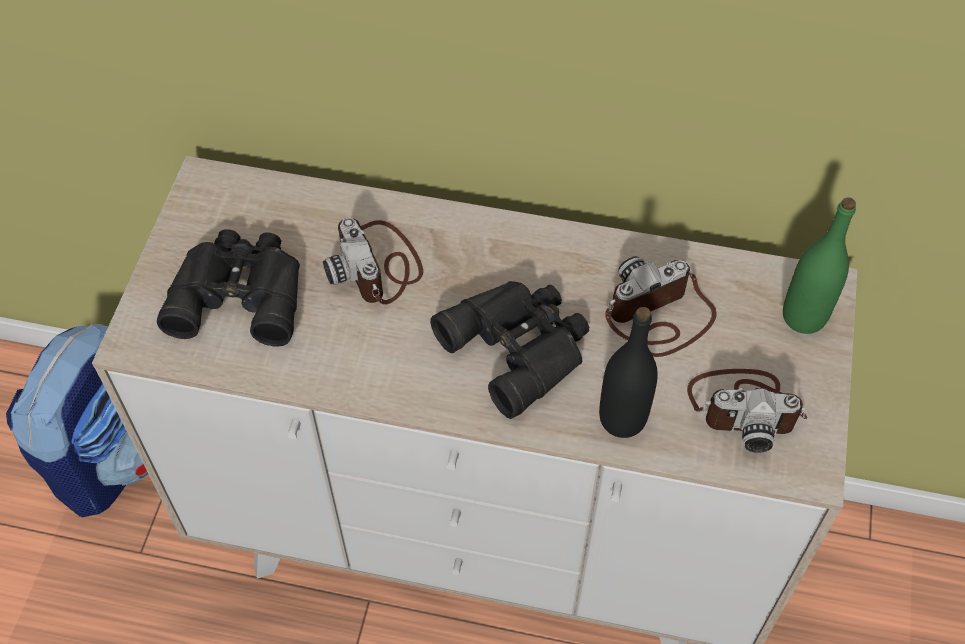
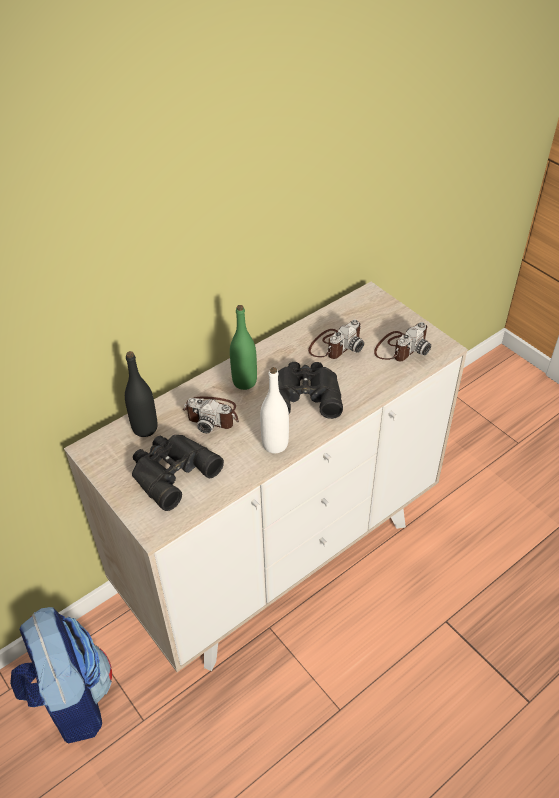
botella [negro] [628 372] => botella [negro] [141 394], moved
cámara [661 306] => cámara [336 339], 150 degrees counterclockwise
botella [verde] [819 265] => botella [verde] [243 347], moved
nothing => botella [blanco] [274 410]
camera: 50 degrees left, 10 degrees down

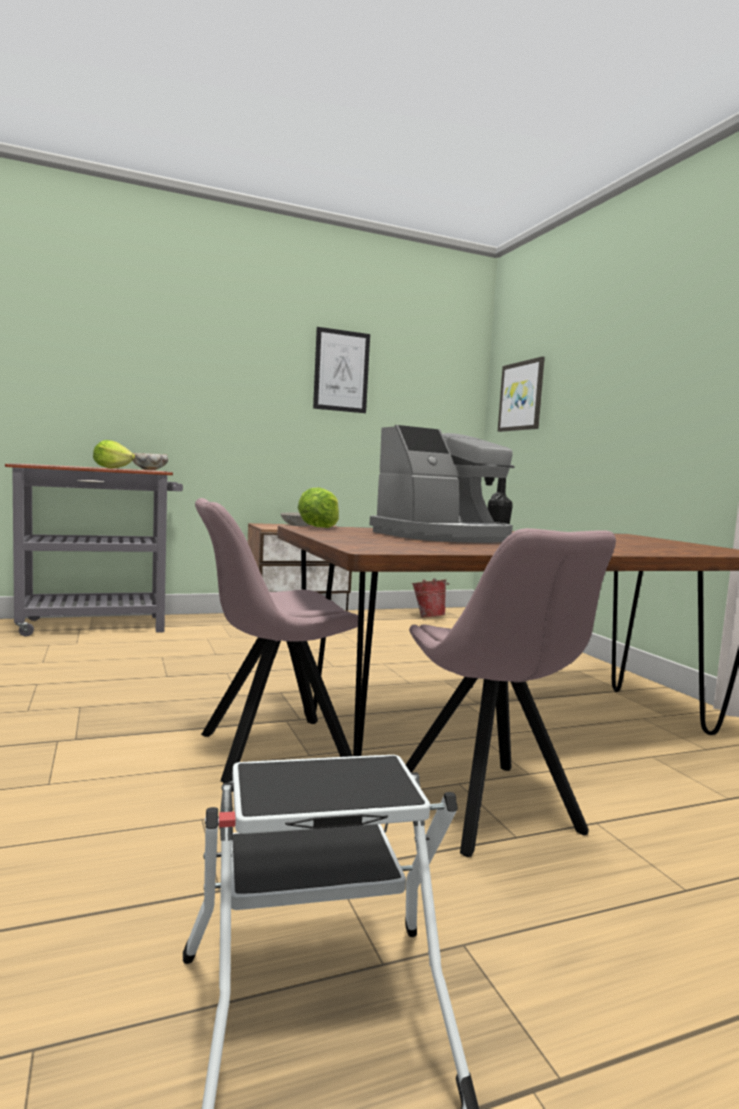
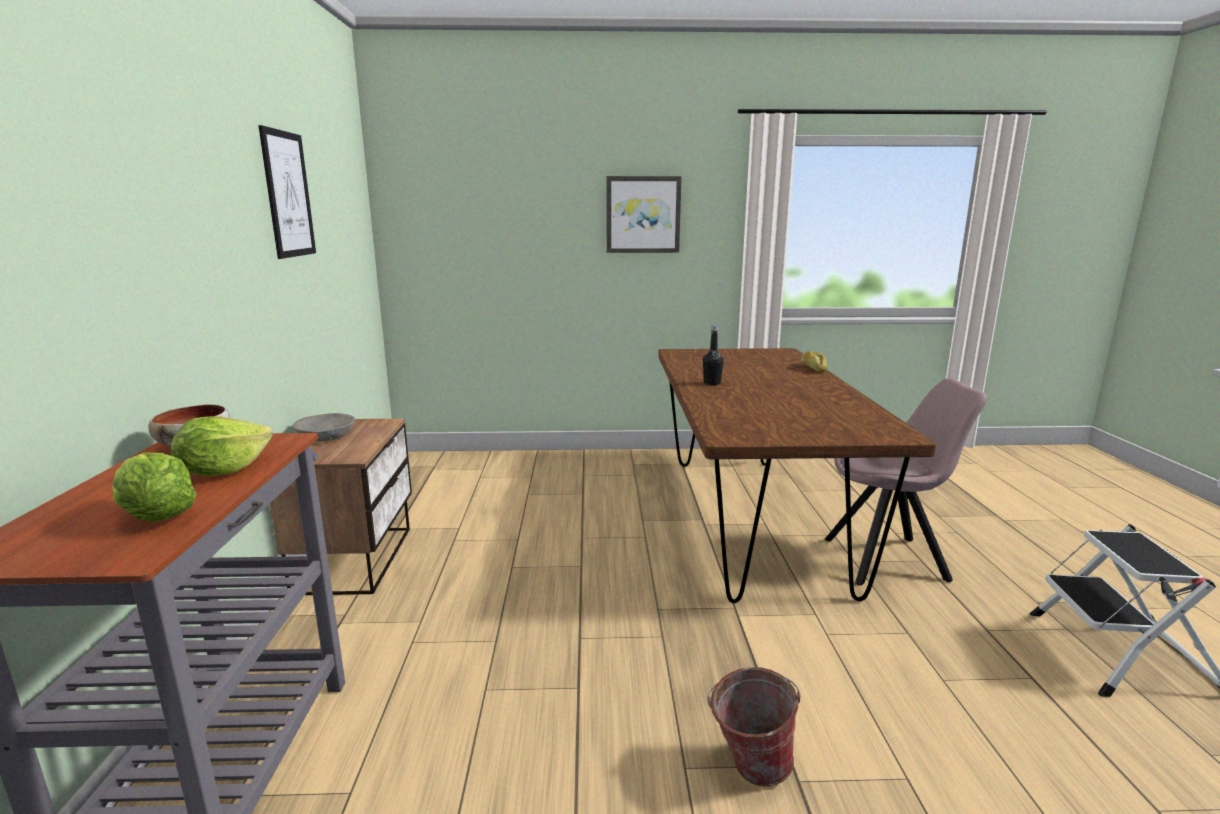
silla [rosa] [276 640] => nothing
lechuga [318 508] => lechuga [154 487], moved
cafetera [442 484] => nothing
cubo [430 598] => cubo [754 727], moved
cuadro [521 394] => cuadro [644 214], moved
nothing => pan [814 362]
camera: 70 degrees left, 10 degrees up

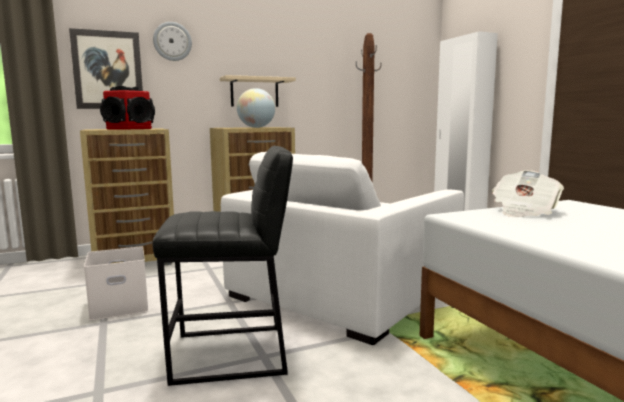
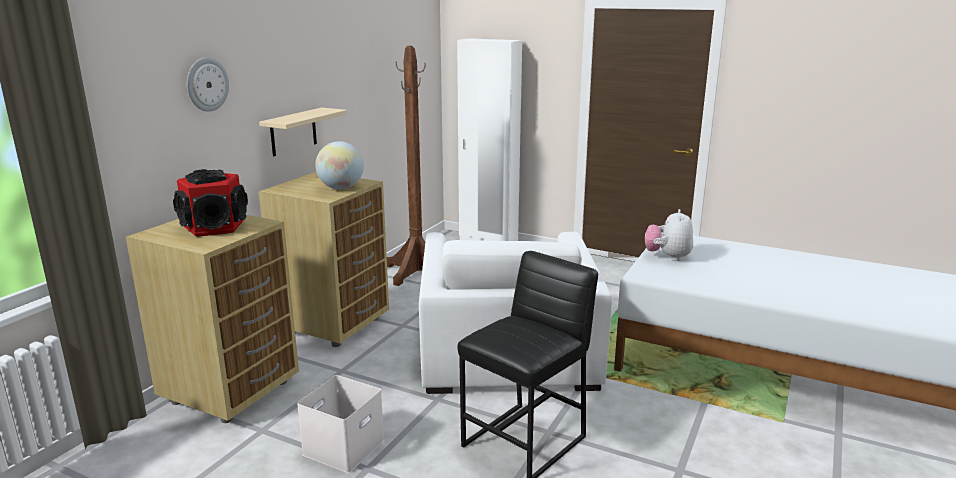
cuadro [106 68] => nothing
periódico [528 193] => peluche [669 235]
camera: 40 degrees left, 10 degrees up

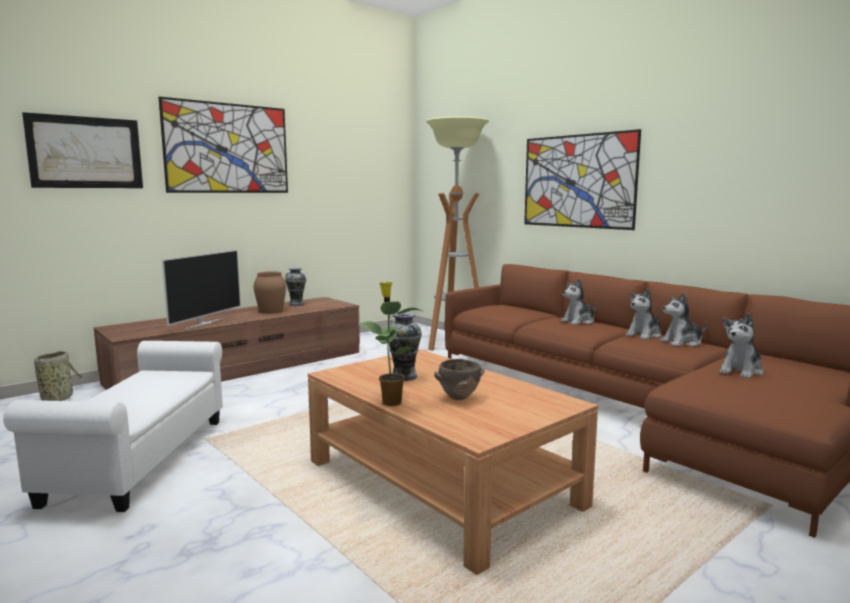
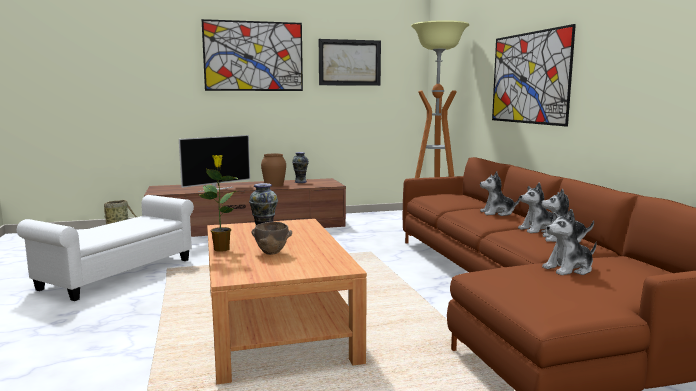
cuadro [82 150] => cuadro [350 62], moved
camera: 25 degrees right, 0 degrees up

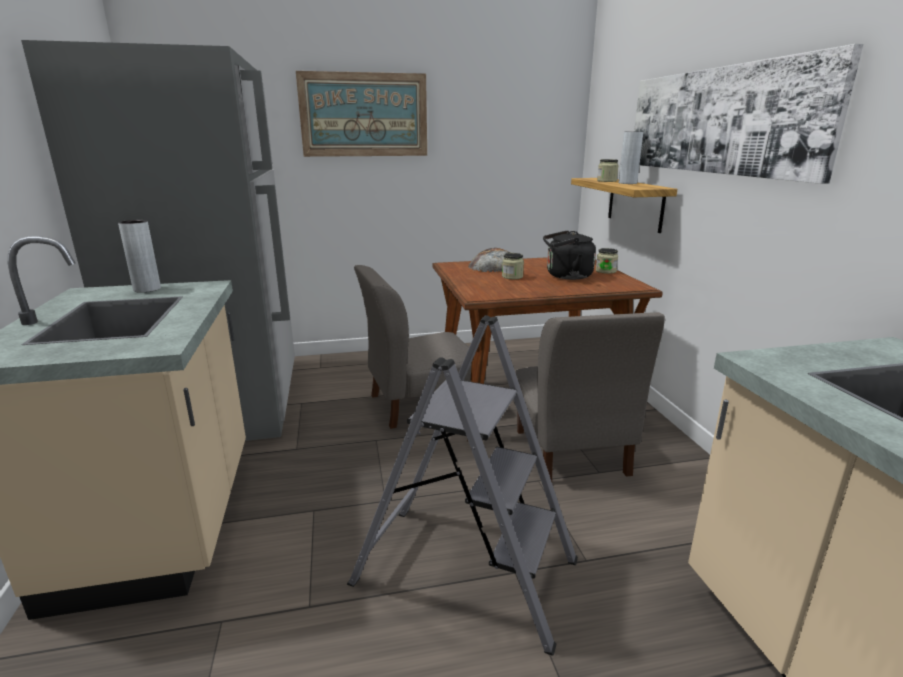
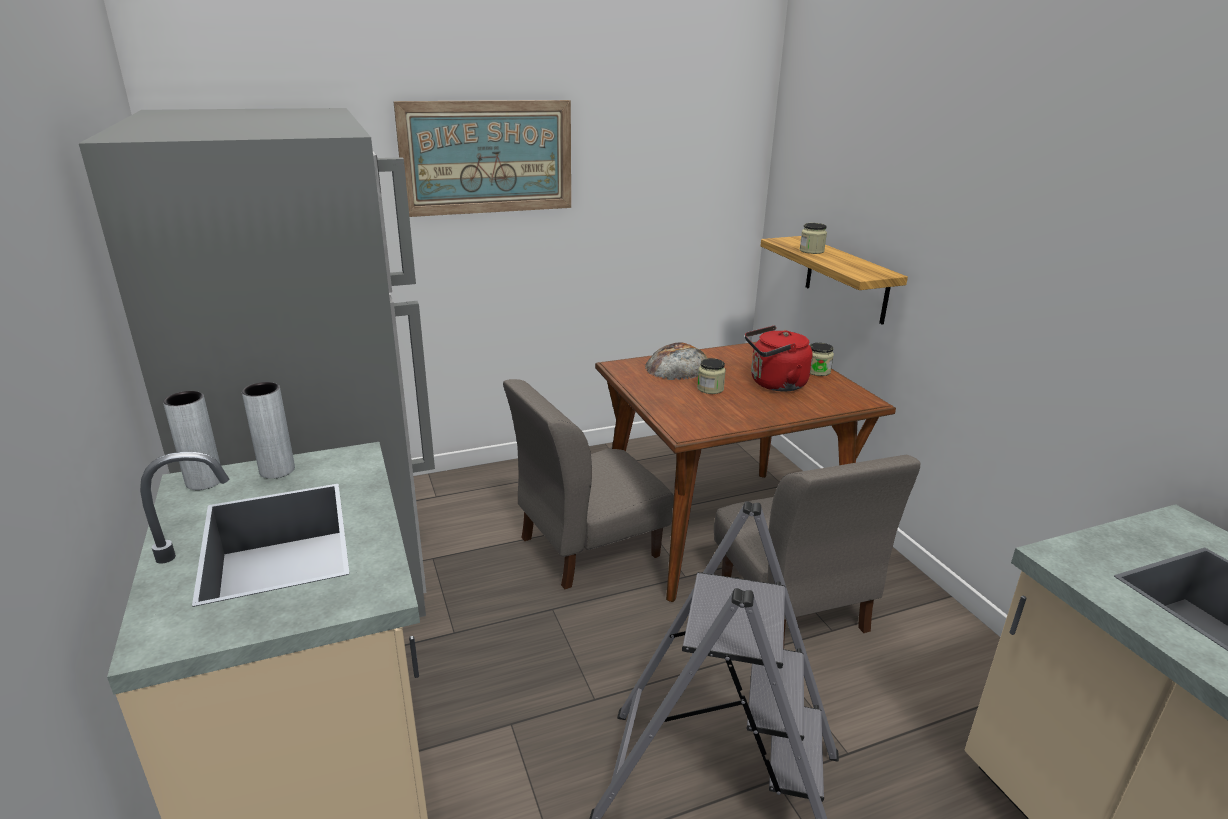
hervidor [negro] [569 255] => hervidor [rojo] [779 358]
florero [gris] [631 157] => florero [gris] [191 440], moved
cuadro [749 114] => nothing
camera: 10 degrees left, 5 degrees up

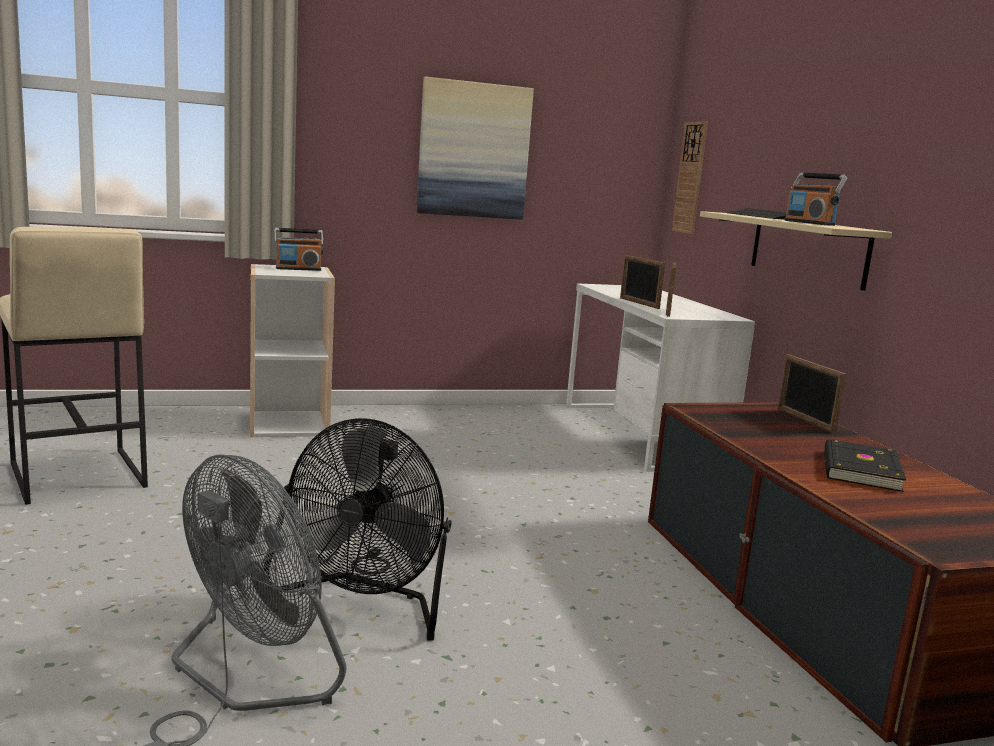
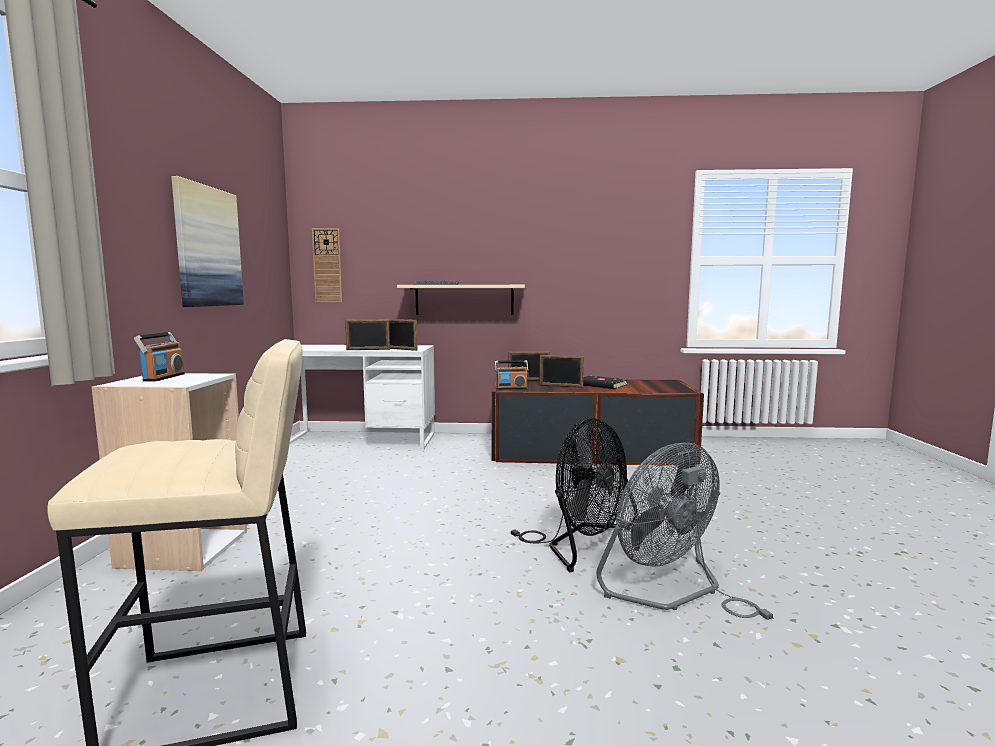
radio [816 199] => radio [512 375], moved
nothing => portarretratos [561 371]
camera: 70 degrees left, 5 degrees down

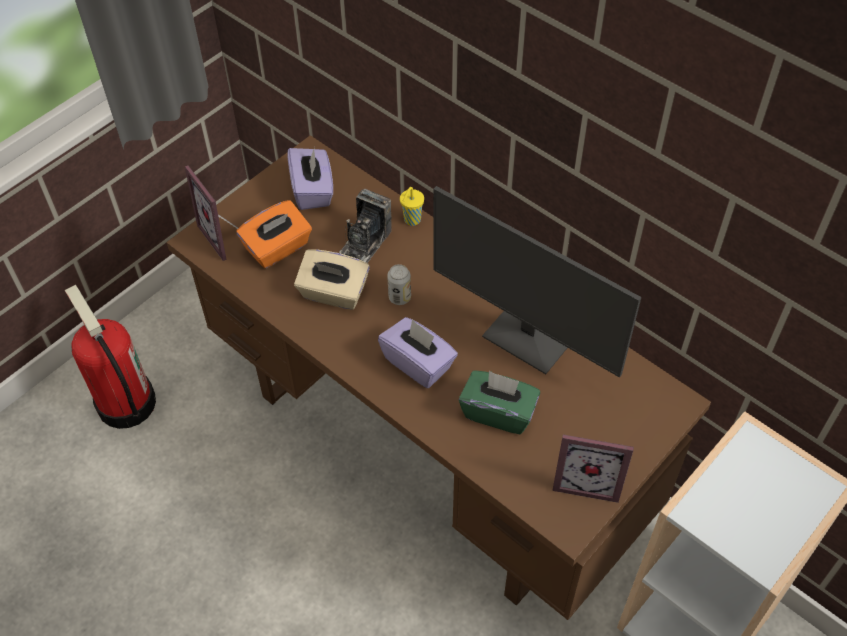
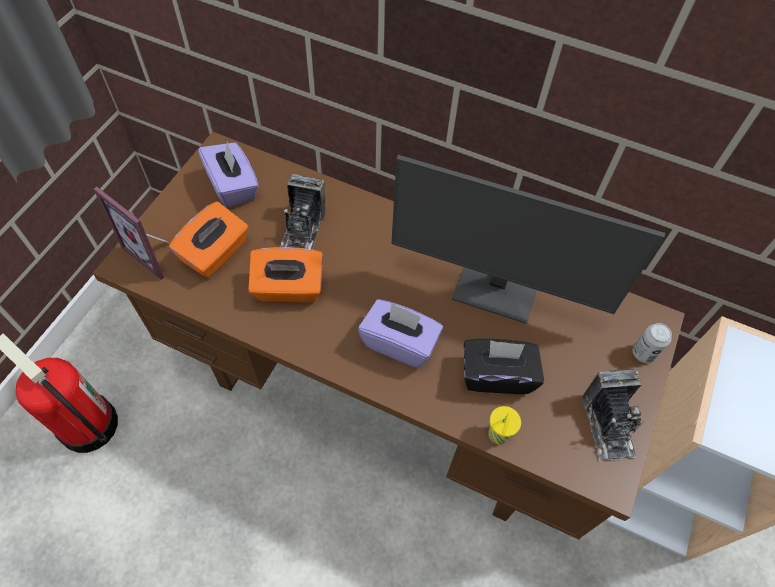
caja de pañuelos [beis] [332 279] => caja de pañuelos [naranja] [285 275]
lata [399 284] => lata [652 343], moved
taza [amarillo] [412 206] => taza [amarillo] [504 425], moved
caja de pañuelos [verde] [499 402] => caja de pañuelos [negro] [504 366]
portarretratos [593 468] => cámara [612 415]
camera: 20 degrees left, 5 degrees up

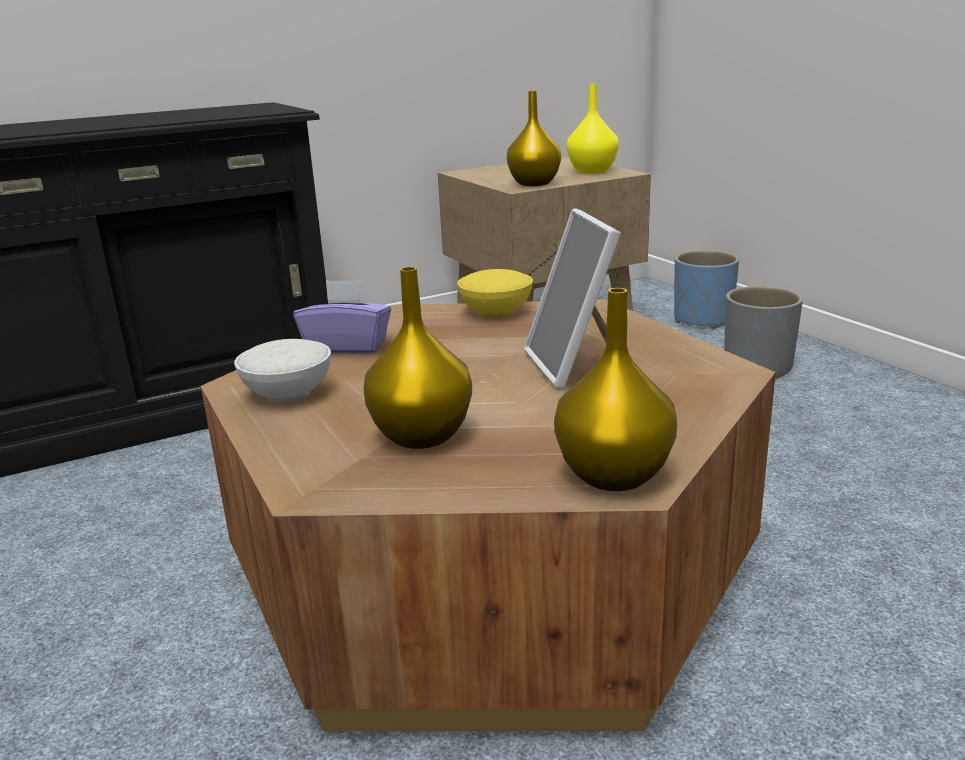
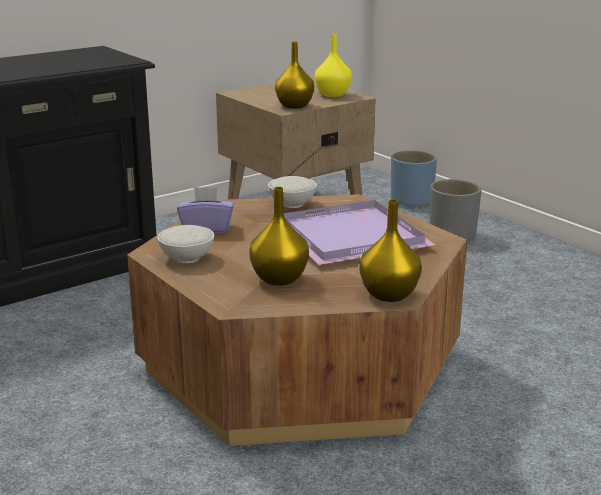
cuenco [amarillo] [495 293] => cuenco [blanco] [292 192]
portarretratos [572 299] => bandeja [morado] [359 232]
camera: 10 degrees left, 0 degrees up

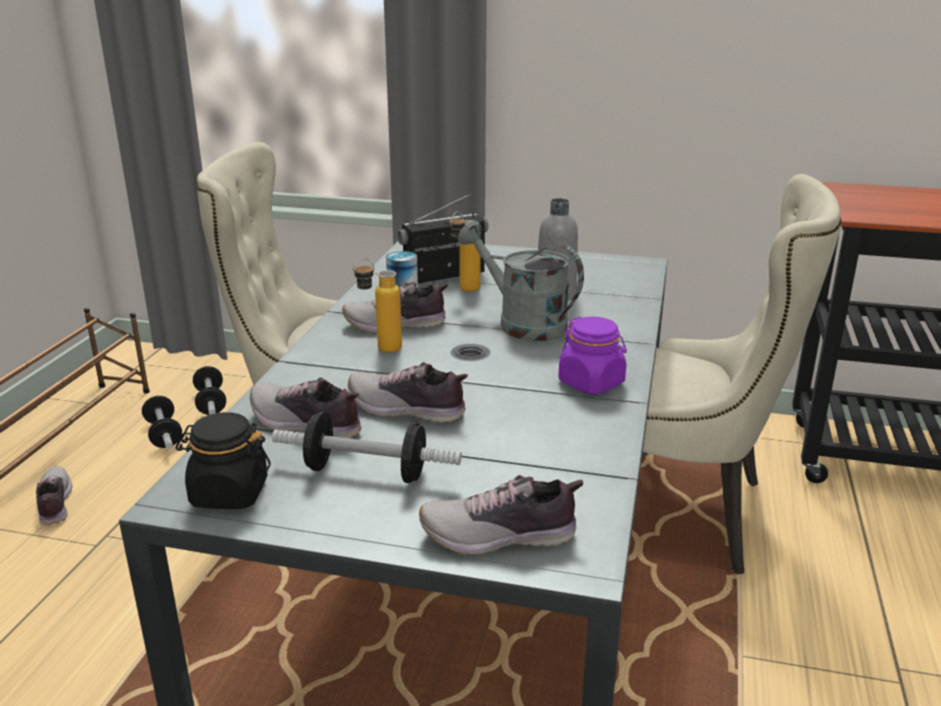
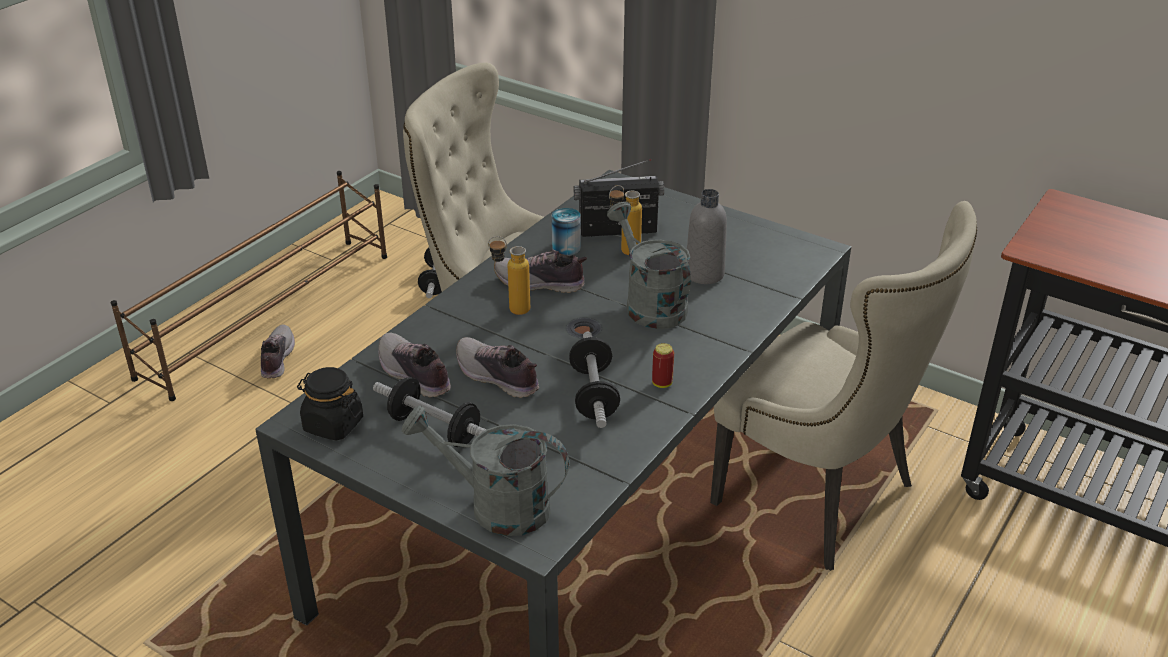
mancuerna [162 422] => mancuerna [594 380], moved
zapato [501 515] => regadera [gris] [485 470]
tarro [morado] [592 355] => lata [663 365]
camera: 20 degrees right, 10 degrees up

